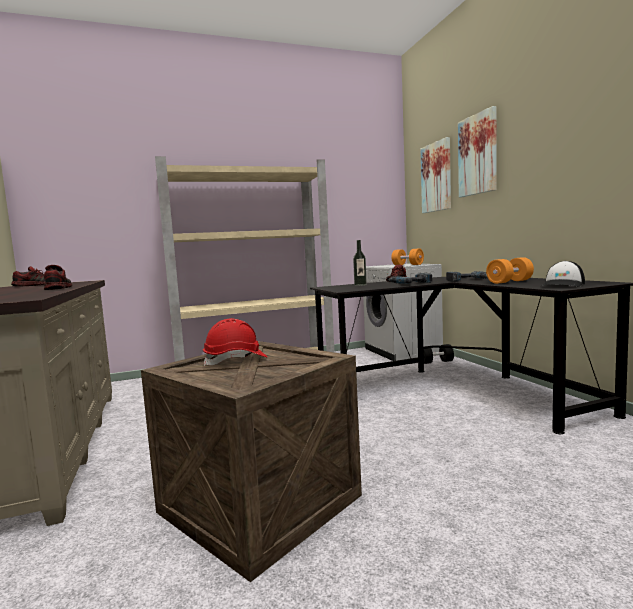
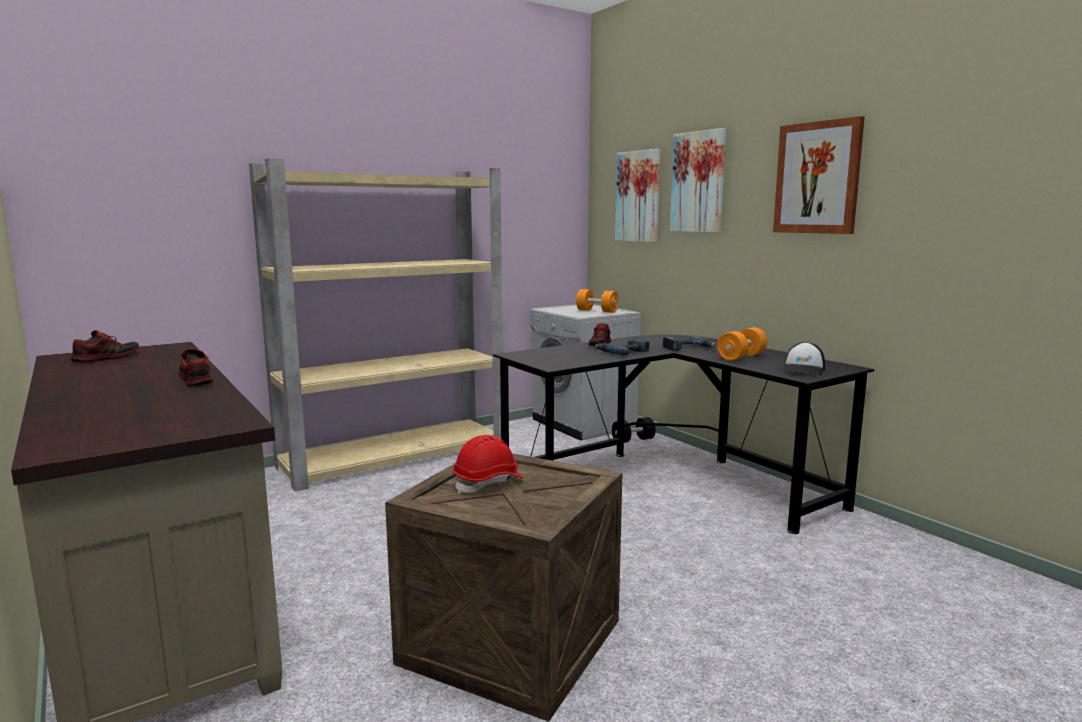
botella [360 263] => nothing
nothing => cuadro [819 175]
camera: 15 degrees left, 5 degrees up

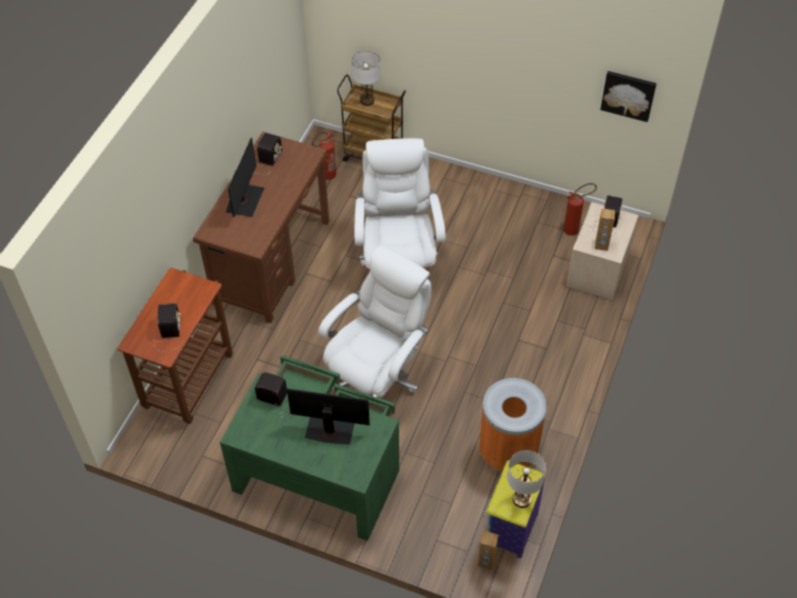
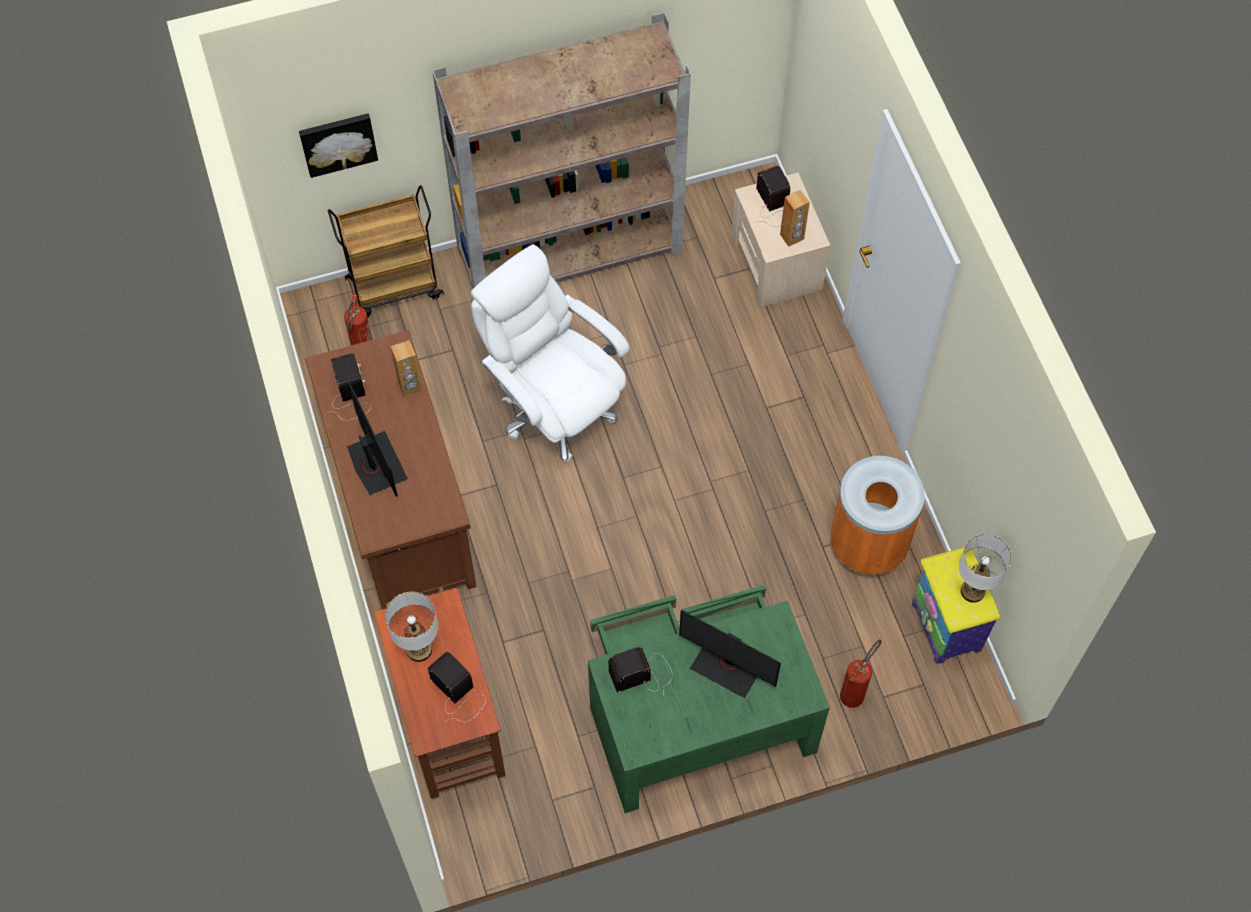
monitor [328 416] => monitor [730 654], 120 degrees counterclockwise
silla de oficina [blanco] [375 322] => nothing
lámpara de mesa [365 78] => lámpara de mesa [411 627], moved
altavoz [marrón] [488 551] => altavoz [marrón] [406 368], moved
extintor [580 209] => extintor [860 674], moved
cuadro [628 96] => cuadro [338 146], moved
nothing => estantería [marrón] [561 150]
camera: 40 degrees left, 10 degrees up

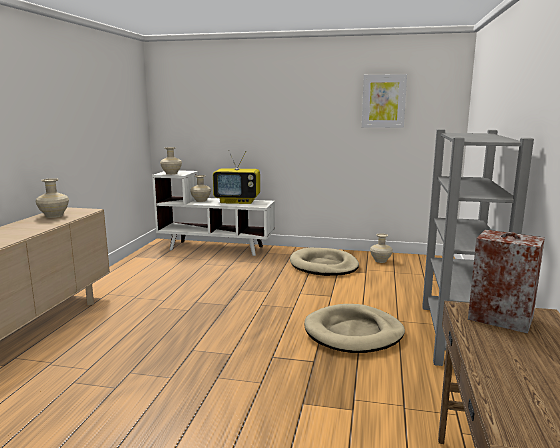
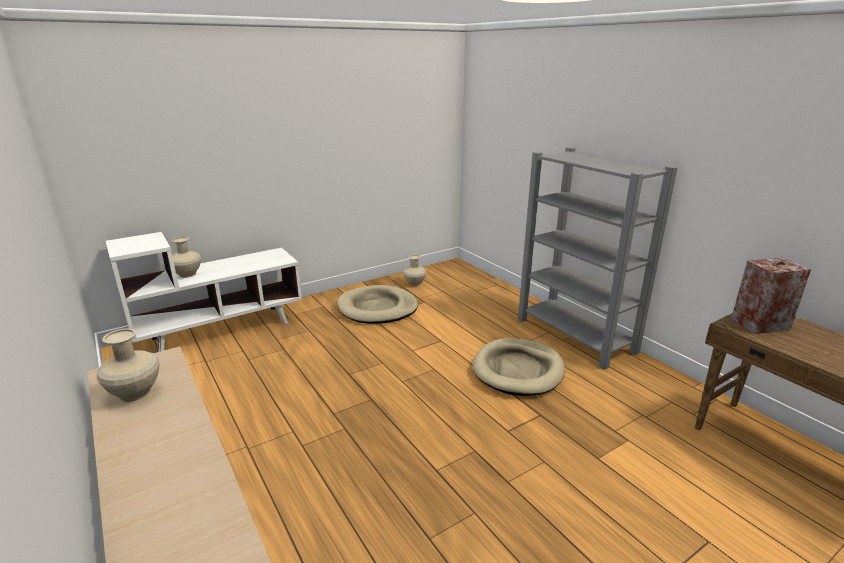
florero [beis] [171 161] => nothing
televisor [236 177] => nothing
cuadro [384 101] => nothing
camera: 45 degrees left, 10 degrees up

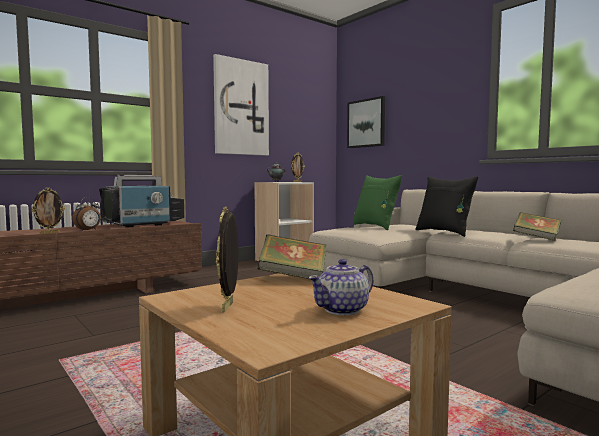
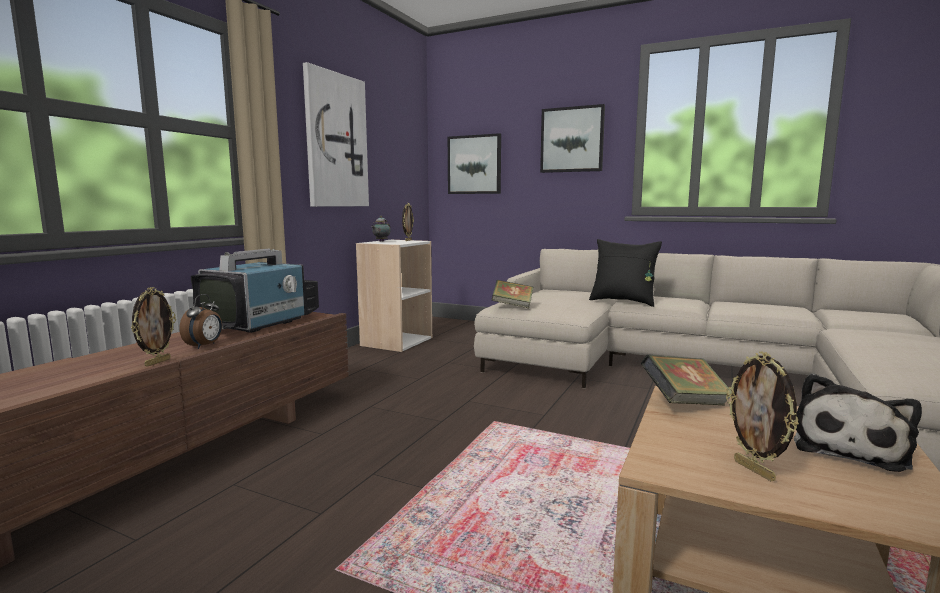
tetera [340 287] => peluche [858 422]
cojín [verde] [377 202] => nothing
libro [537 226] => libro [512 294], moved
nothing => cuadro [572 138]
camera: 25 degrees left, 5 degrees up

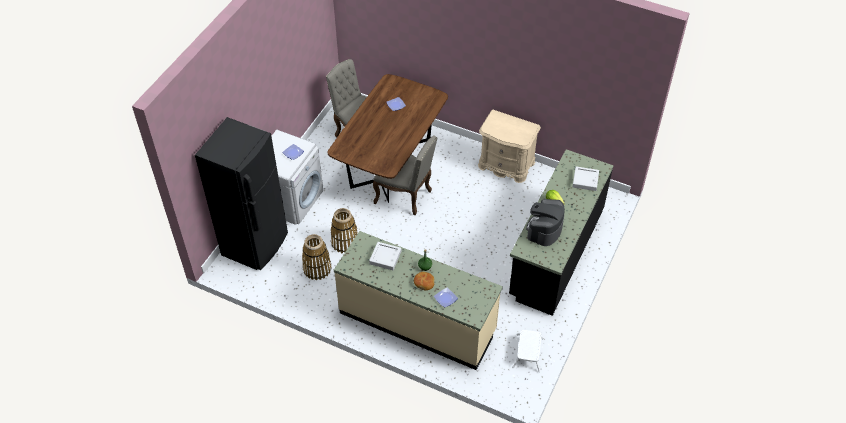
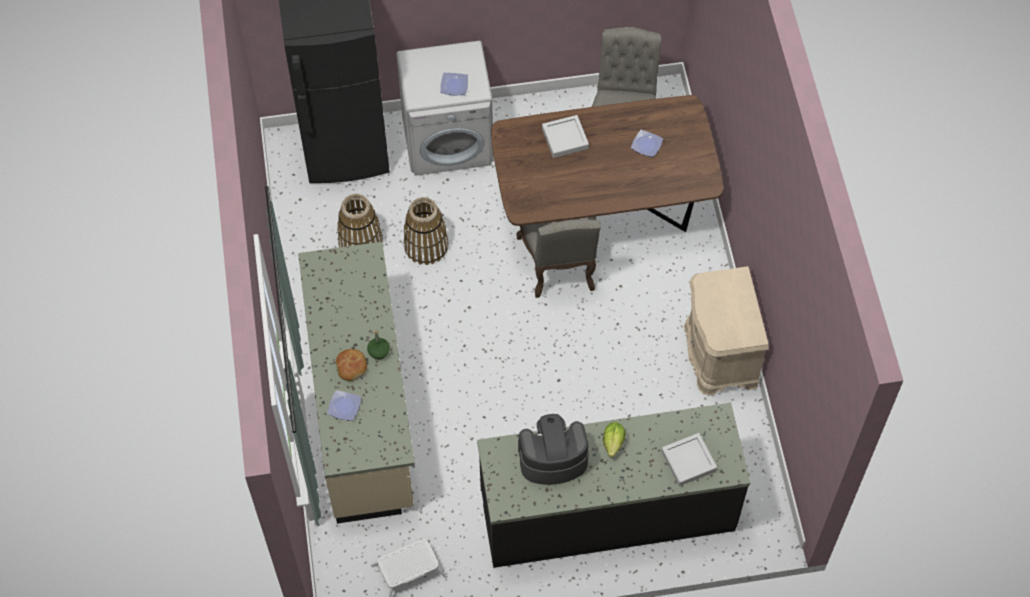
bandeja [gris] [385 256] => bandeja [gris] [565 136], moved
camera: 55 degrees right, 10 degrees up

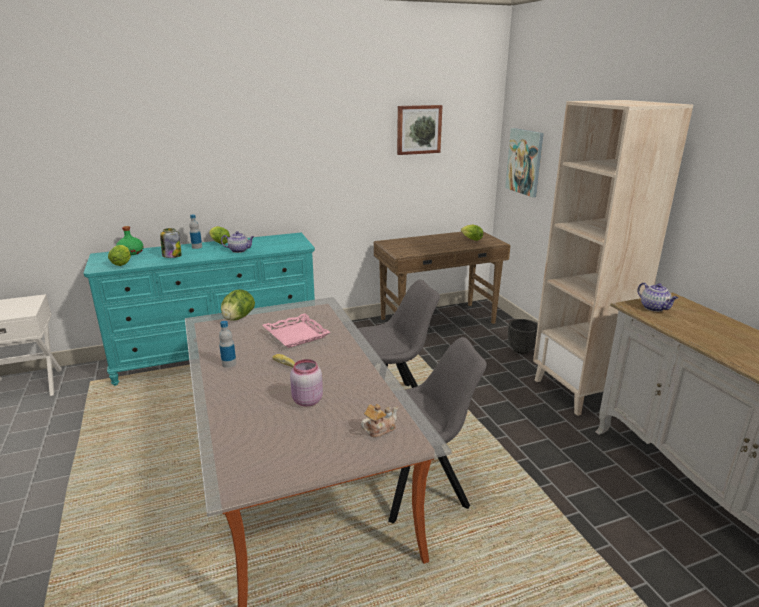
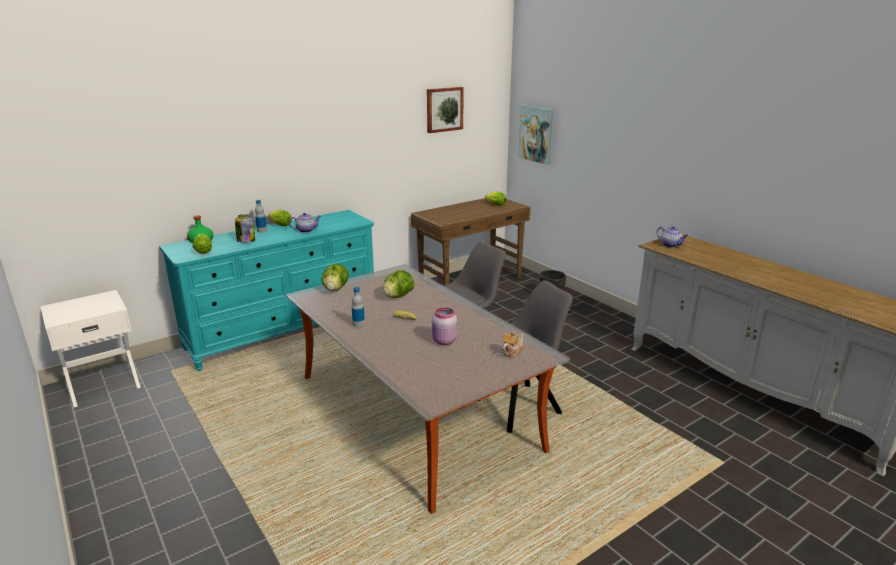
bandeja [rosa] [296 331] => lechuga [398 284]
estantería [beis] [613 258] => nothing
camera: 15 degrees left, 0 degrees up

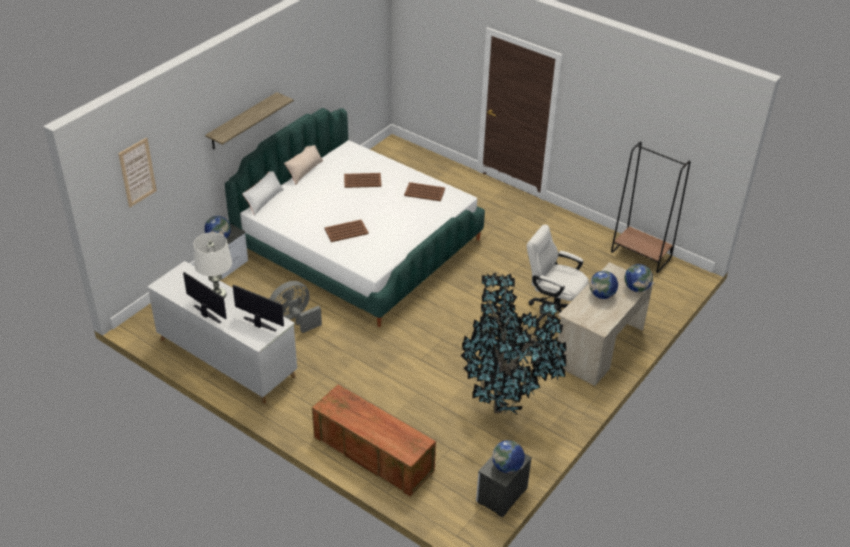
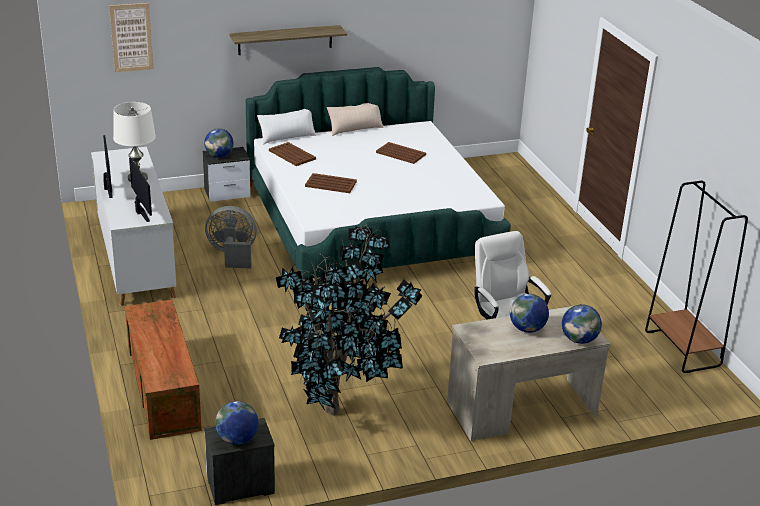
bandeja [marrón] [424 191] => bandeja [marrón] [292 154], moved
camera: 35 degrees right, 10 degrees down

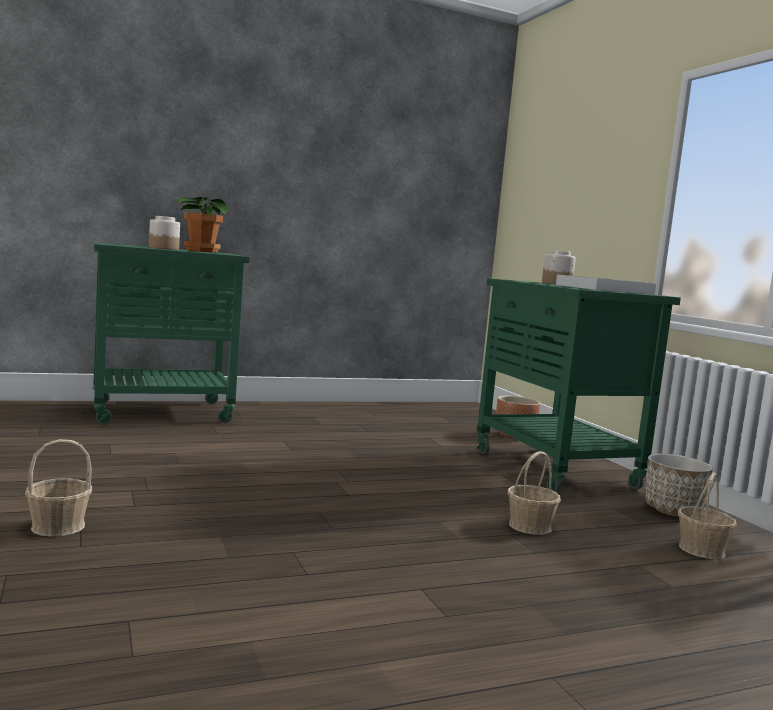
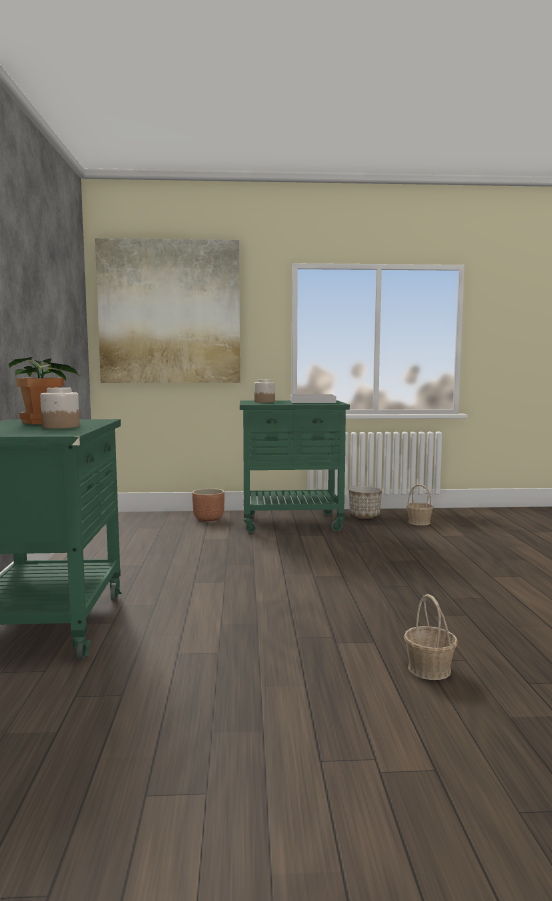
cesta [534 493] => nothing
nothing => cuadro [167 310]
camera: 70 degrees left, 0 degrees up

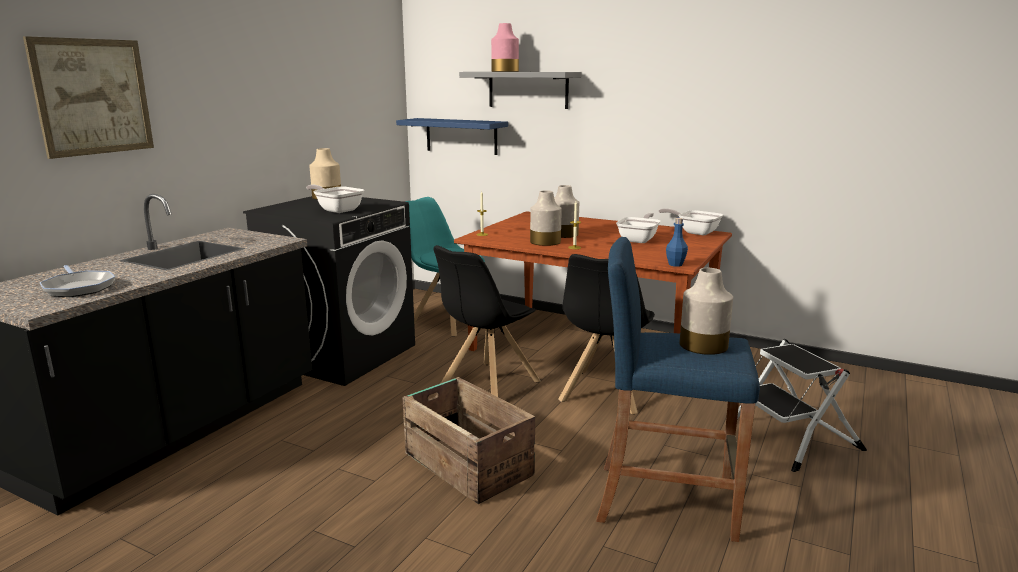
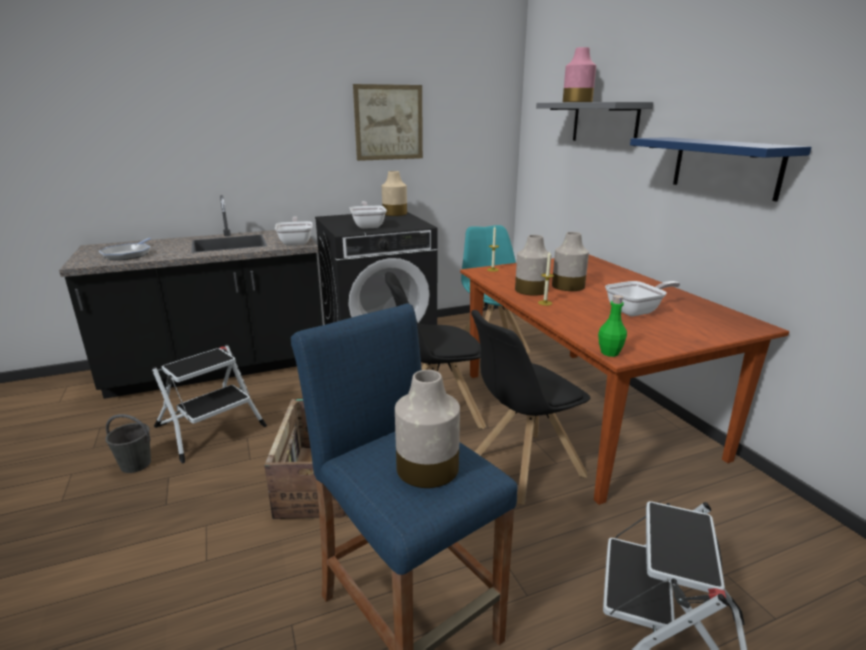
cuadro [88 97] => cuadro [388 122], moved
estante [azul] [452 136] => estante [azul] [721 169], moved
sartén [691 221] => sartén [293 231], moved
botella [azul] [677 242] => botella [verde] [612 326]
nothing => cubo [gris] [128 443]
nothing => escalera de tijera [209 404]
camera: 40 degrees right, 5 degrees up

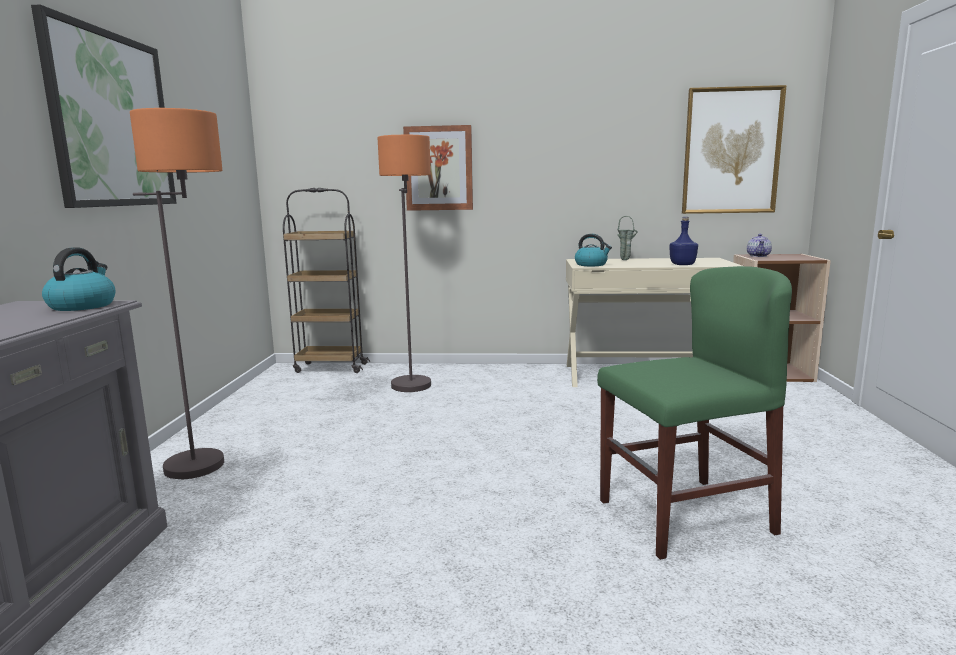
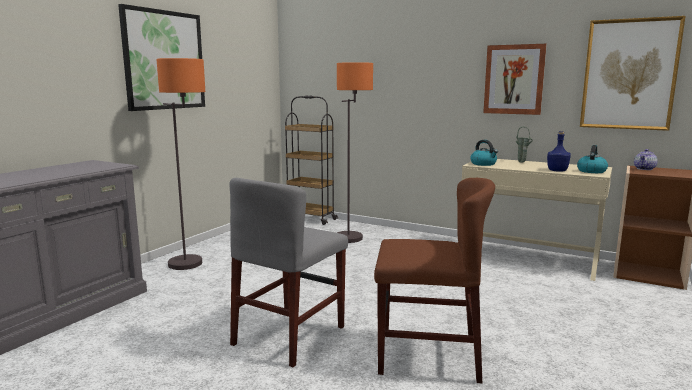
hervidor [79 279] => hervidor [592 159], moved
cuadro [438 168] => cuadro [515 79], moved
silla [verde] [694 413] => silla [marrón] [434 280]
nothing => silla [gris] [289 272]
camera: 25 degrees right, 0 degrees up

